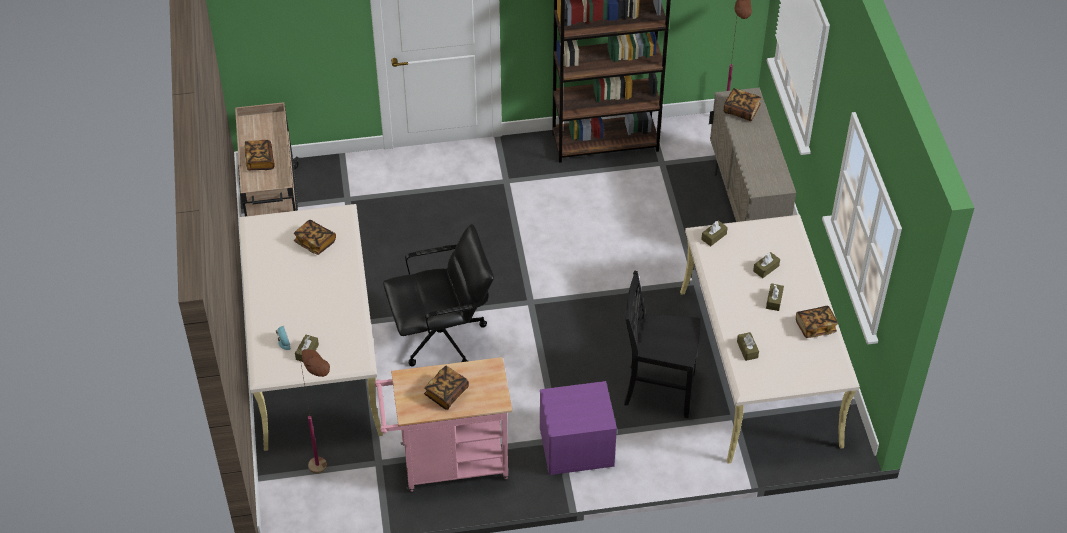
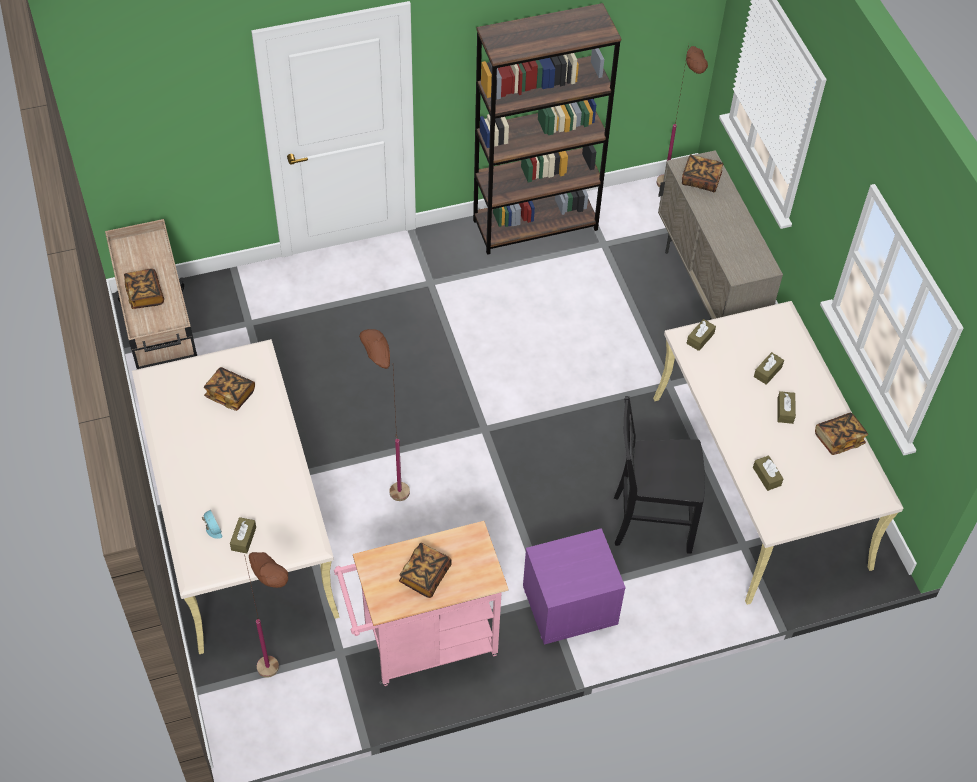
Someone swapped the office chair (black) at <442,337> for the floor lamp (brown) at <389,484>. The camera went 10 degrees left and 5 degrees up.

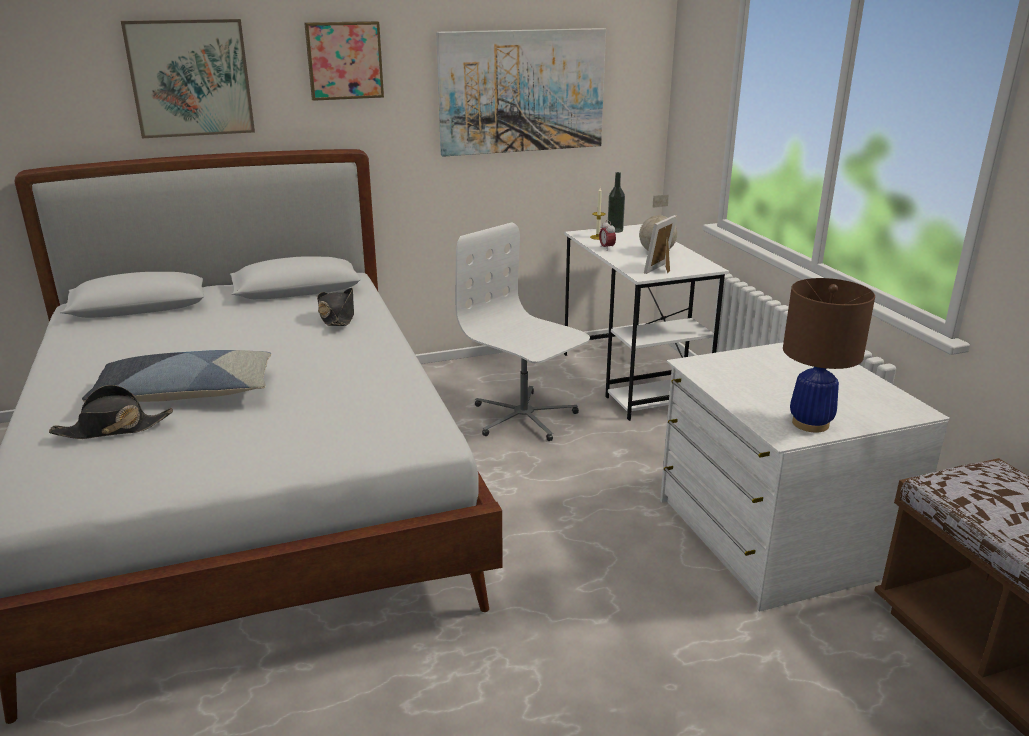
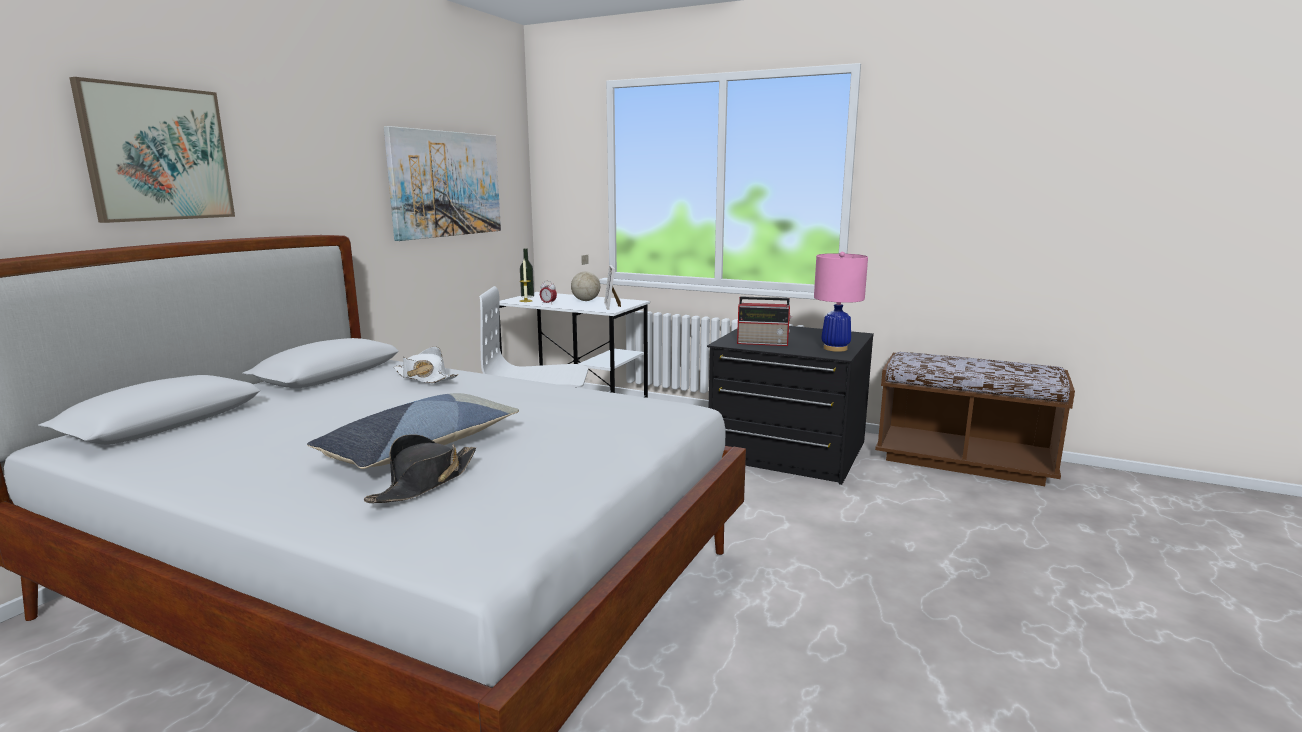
Someone took away the picture at <344,60>. Someone put down the radio at <764,343>. Someone repainted the hat (black) at <337,316>, which became the hat (white) at <424,378>. Someone repainted the dresser (white) at <774,535>, which became the dresser (black) at <787,452>. Someone repainted the table lamp (brown) at <810,423>, which became the table lamp (pink) at <835,348>. The camera went 45 degrees left and 10 degrees down.

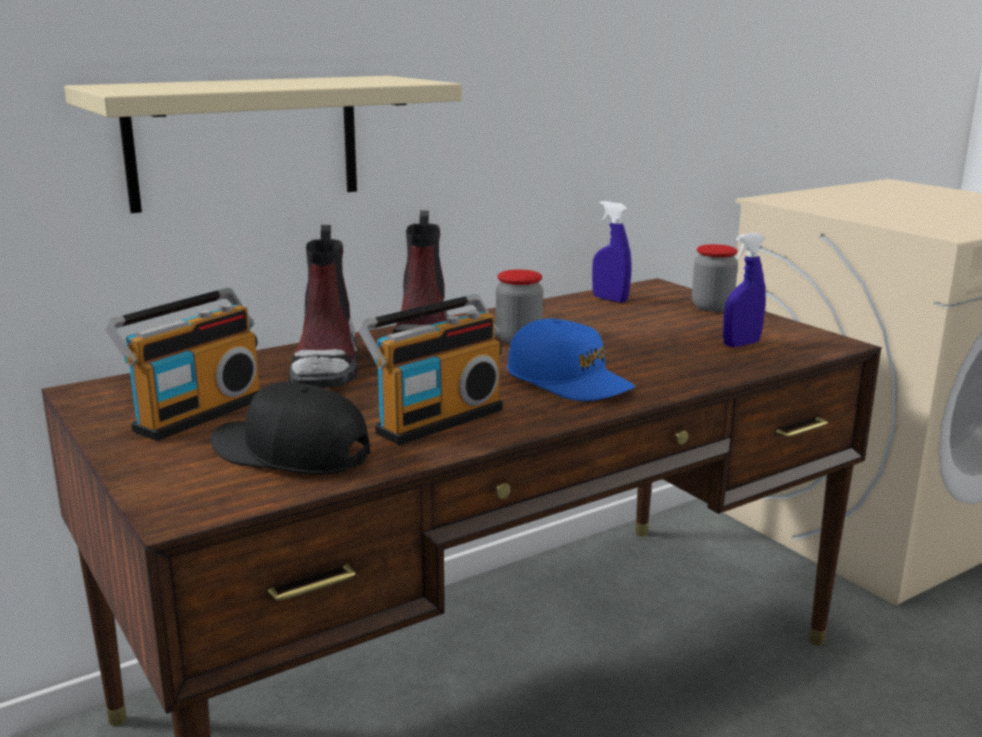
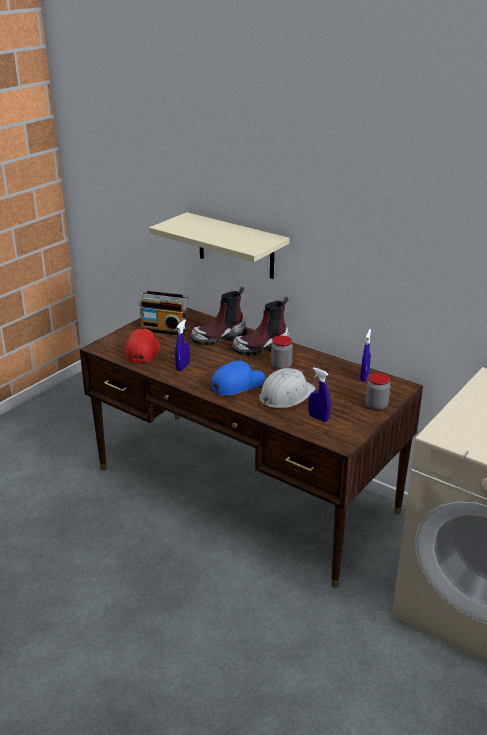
Someone put down the hard hat (white) at <286,395>. Someone swapped the radio at <436,419> for the spray bottle (blue) at <183,367>. Someone repainted the cap (black) at <290,452>, which became the cap (red) at <143,351>. Someone rotated the cap (blue) at <568,381> by 150 degrees counterclockwise. The camera went 70 degrees right and 10 degrees up.

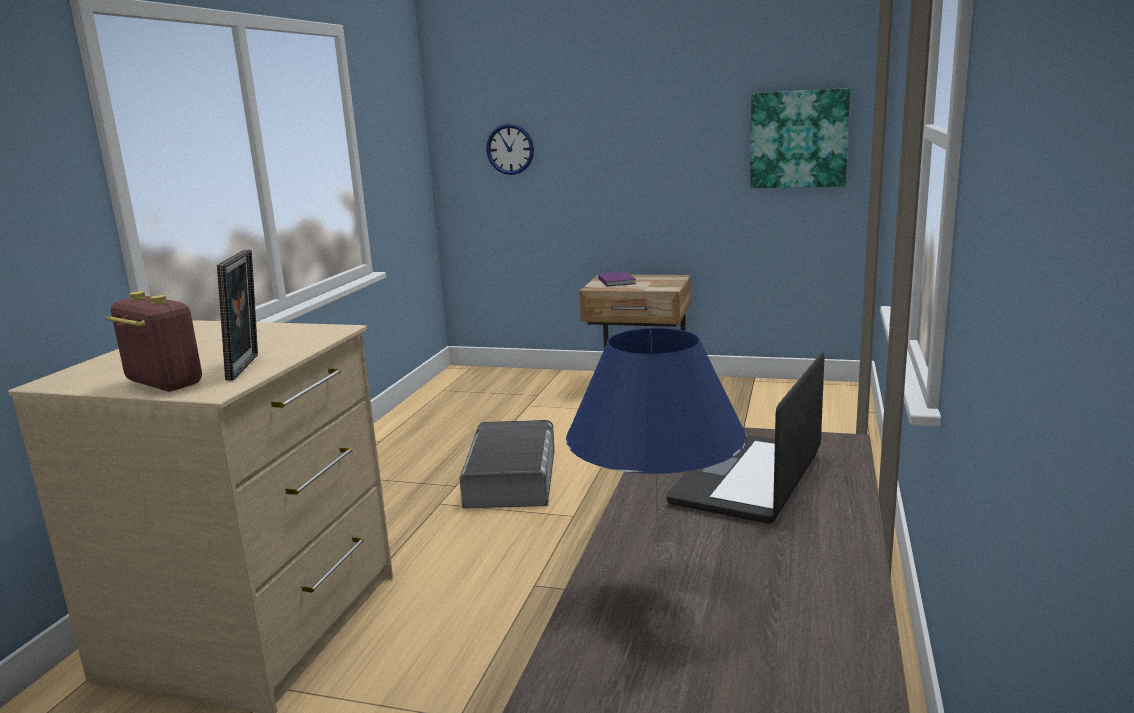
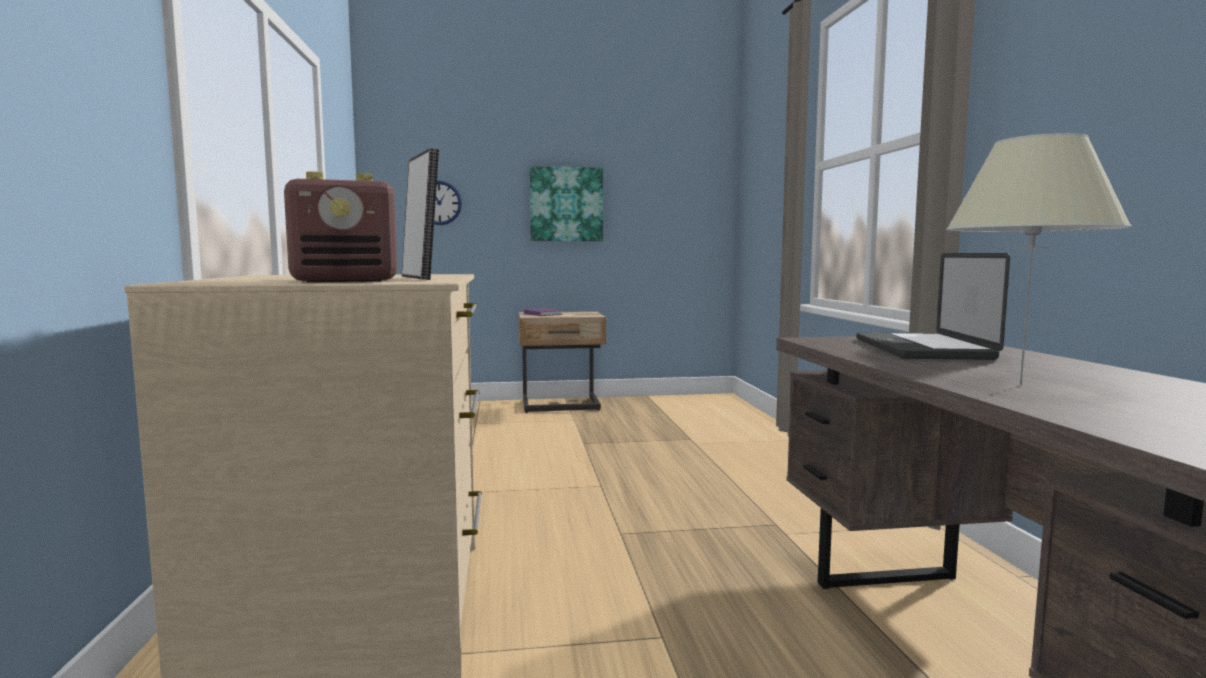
Someone took away the storage box (grey) at <512,477>. Someone carried the picture from <798,139> to <566,204>. Someone repainted the table lamp (blue) at <657,595>, which became the table lamp (beige) at <1020,385>. Someone rotated the radio at <163,383> by 150 degrees clockwise. The camera went 25 degrees left and 10 degrees down.

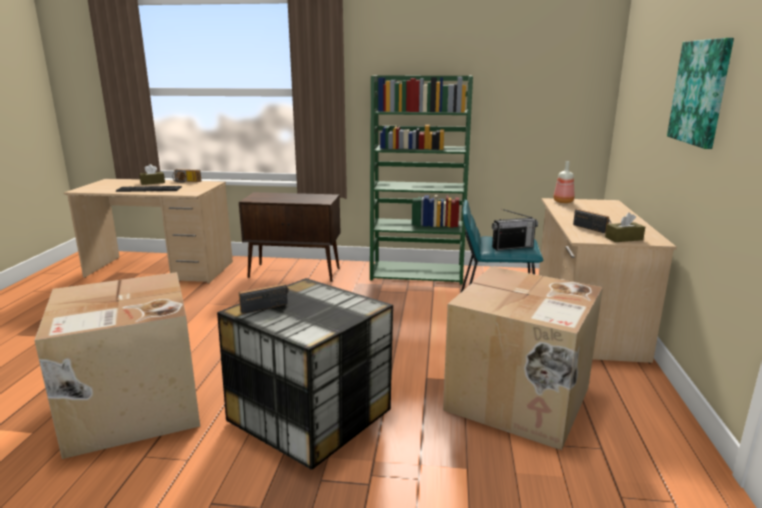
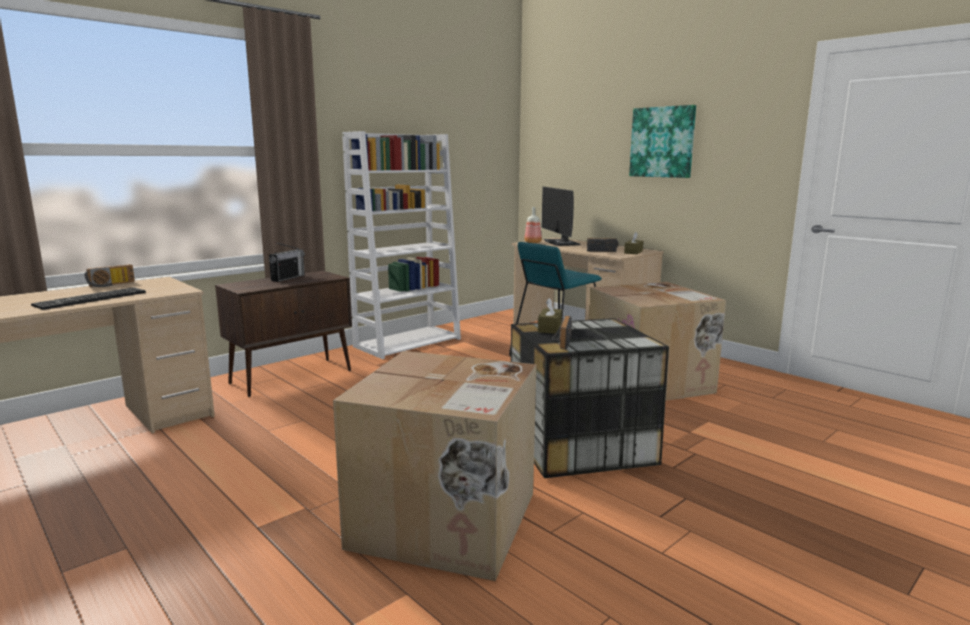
Someone put down the monitor at <562,243>. Someone carried the tissue box (brown) from <152,182> to <549,328>. Someone carried the radio from <512,247> to <288,278>. Someone repainted the bookcase (green) at <418,273>, which became the bookcase (white) at <408,342>. The camera went 50 degrees left and 5 degrees down.

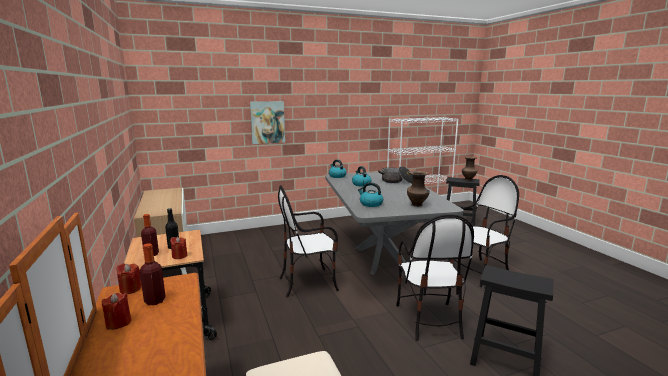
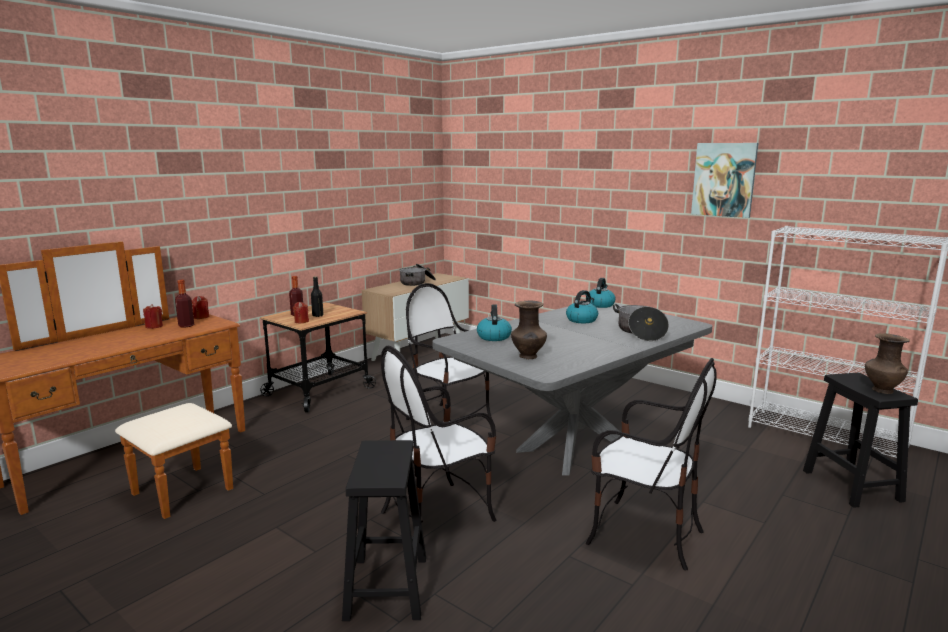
Someone put down the cooking pot at <417,282>. Someone carried the picture from <267,122> to <724,179>. The camera went 60 degrees right and 0 degrees up.

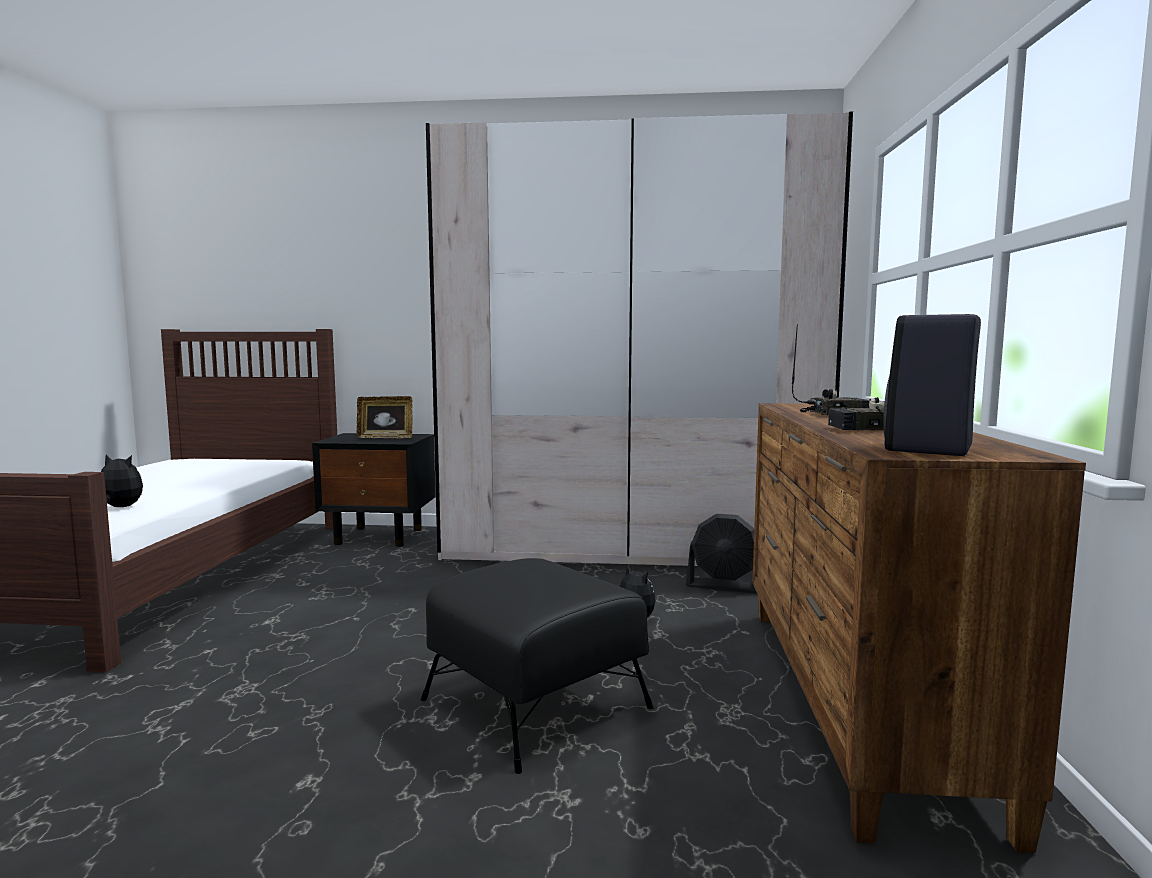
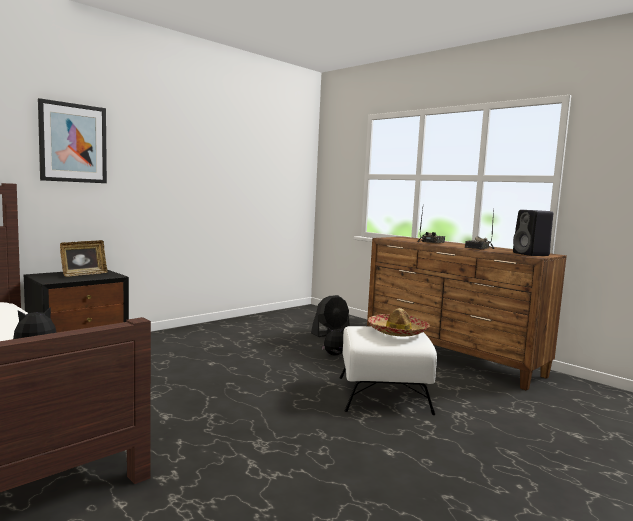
Someone took away the wardrobe (beige) at <630,547>. Someone put up the picture at <73,143>. Someone put down the hat at <397,331>. Someone repainted the ottoman (black) at <535,702>, which became the ottoman (white) at <382,394>. The camera went 50 degrees left and 0 degrees up.

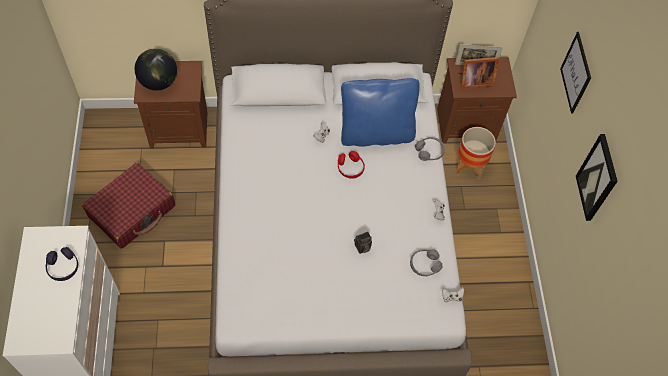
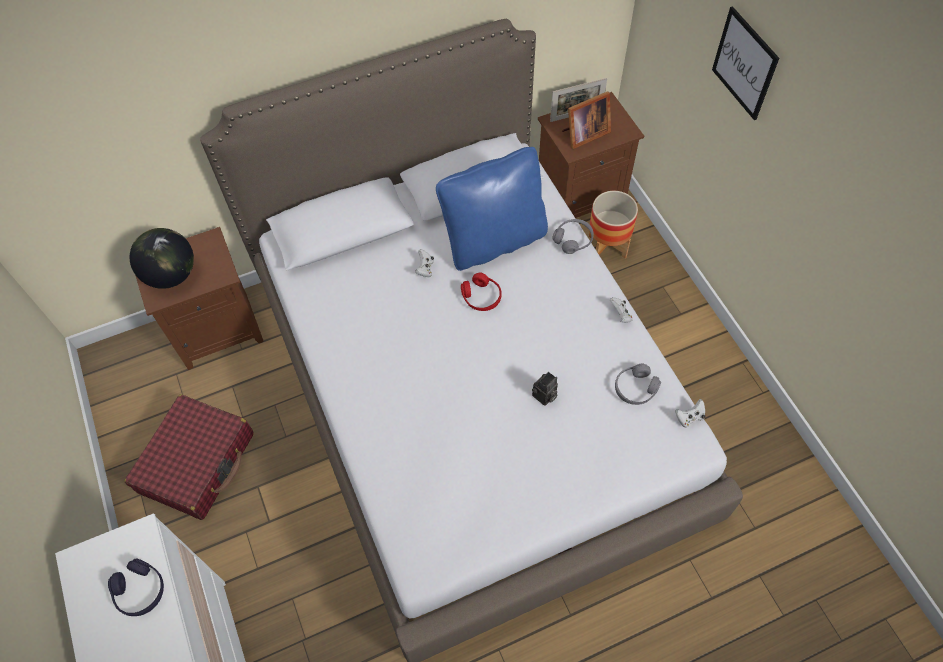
Someone took away the picture at <597,178>. The camera went 15 degrees left and 0 degrees up.

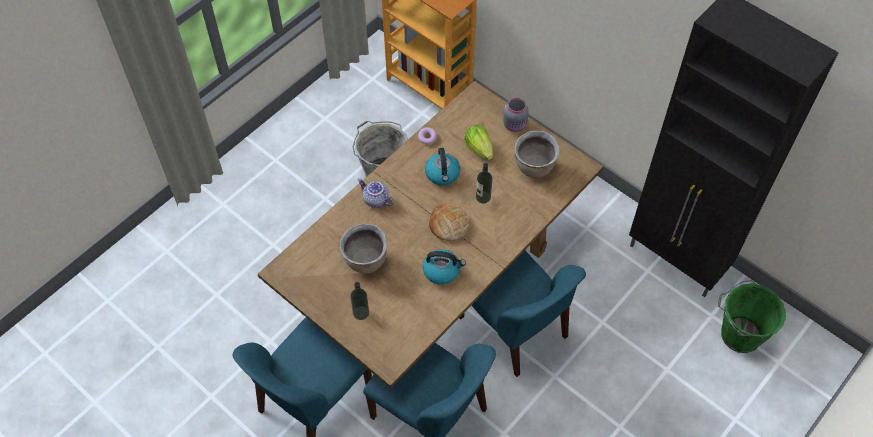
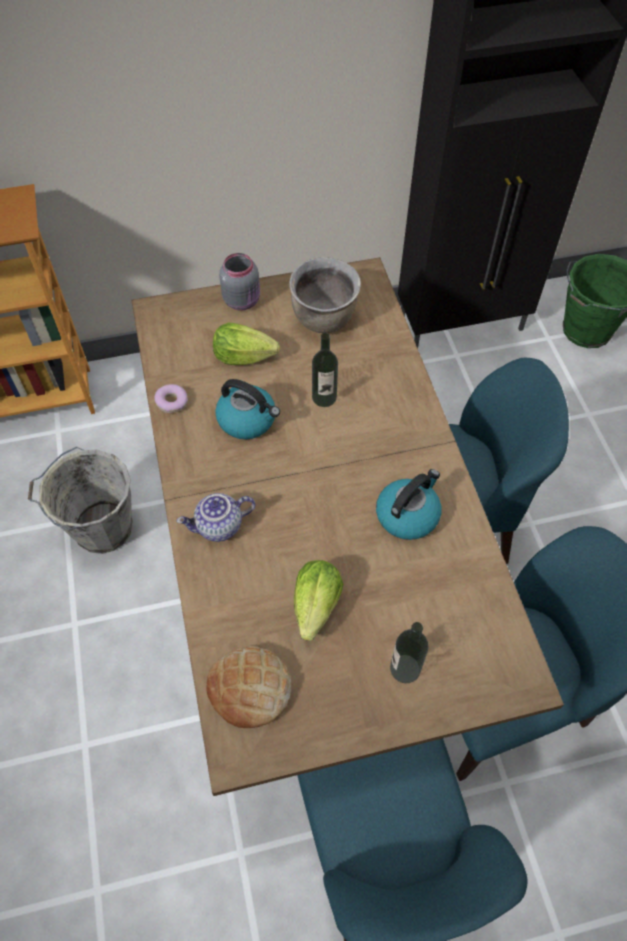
Someone carried the bread from <448,224> to <250,688>. Someone swapped the cooking pot (brown) at <365,261> for the lettuce at <316,605>. The camera went 55 degrees left and 0 degrees up.

